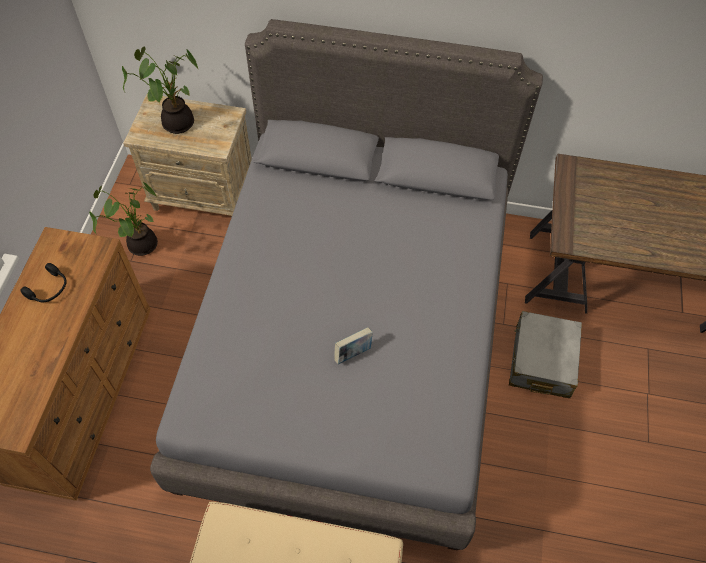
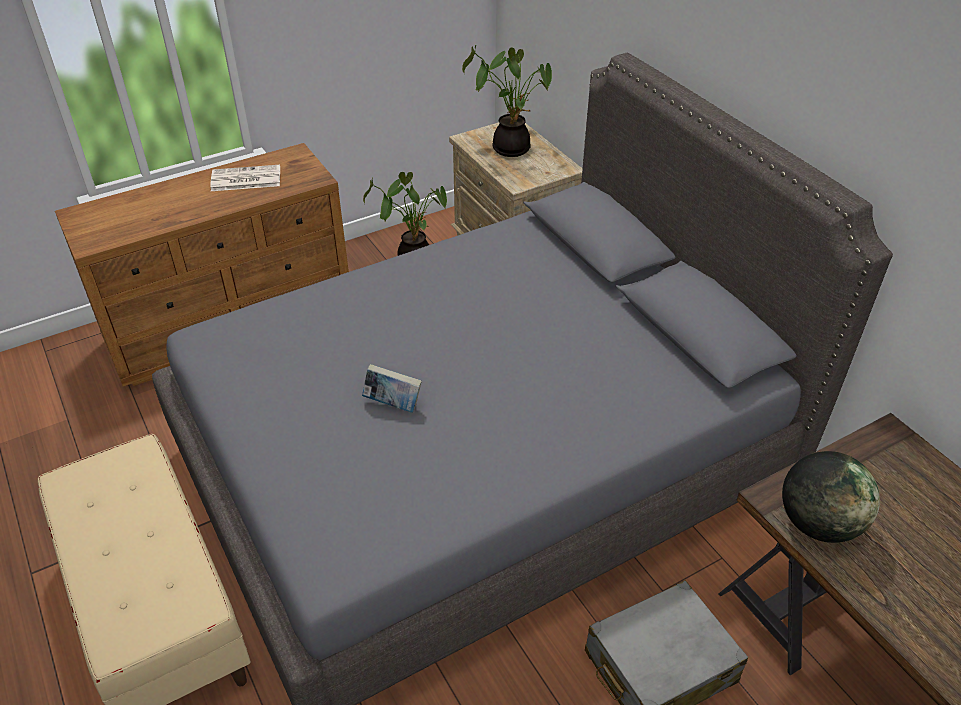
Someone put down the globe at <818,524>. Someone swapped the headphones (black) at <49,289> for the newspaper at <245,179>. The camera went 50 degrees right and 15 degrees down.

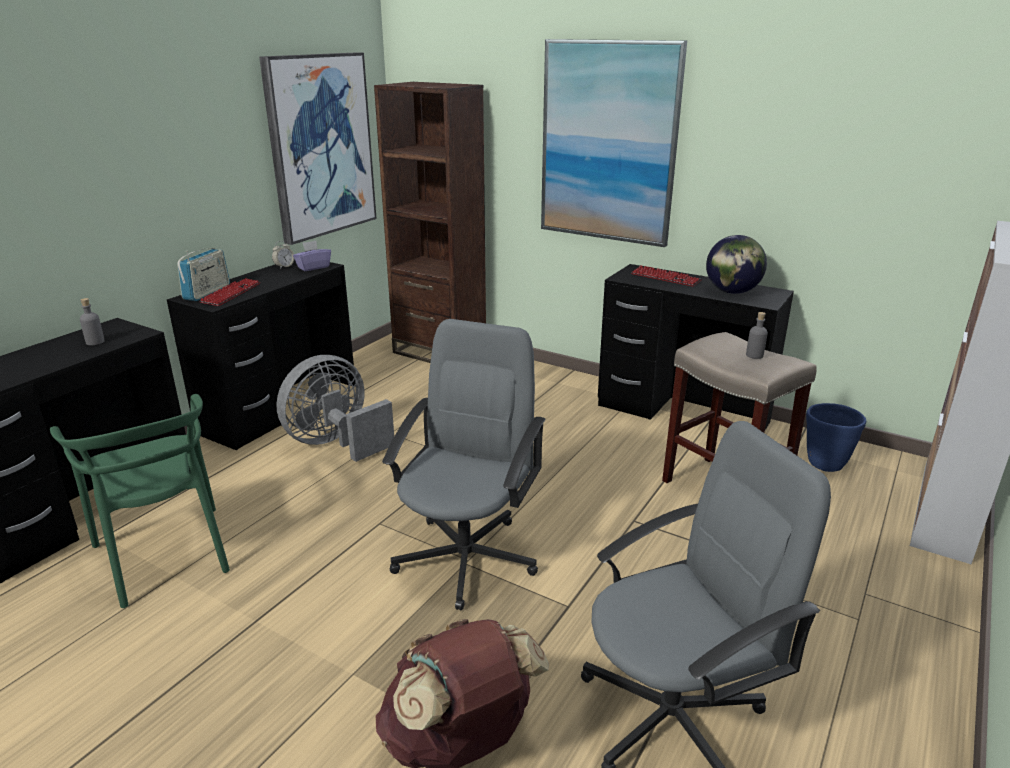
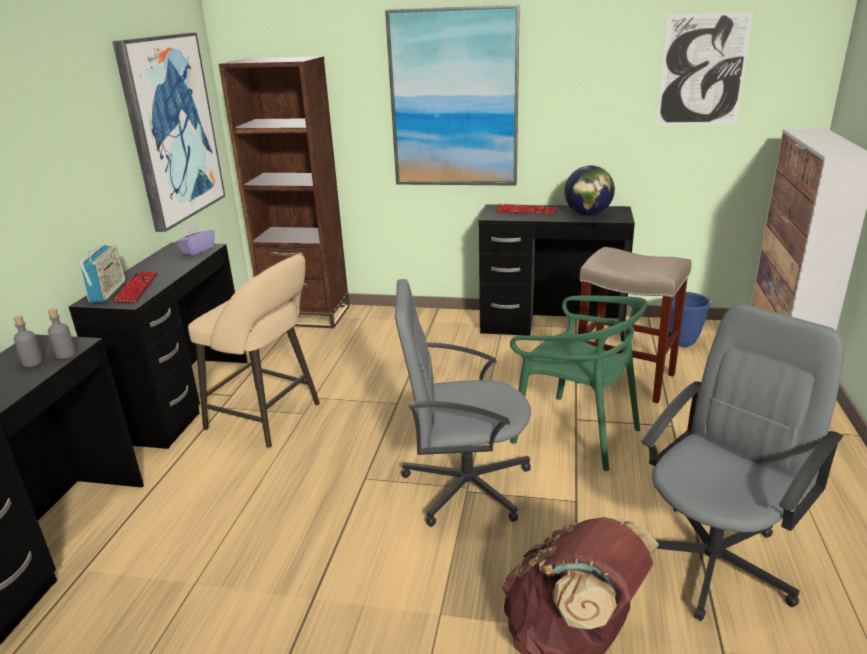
Someone took away the alarm clock at <284,266>. Someone put up the picture at <702,70>. Someone carried the chair (green) from <165,555> to <575,433>. Someone carried the bottle (grey) from <754,355> to <66,354>. Someone swapped the fan (grey) at <336,443> for the stool (beige) at <268,418>. Someone rotated the office chair (grey) at <467,557> by 90 degrees counterclockwise. The camera went 20 degrees left and 0 degrees up.

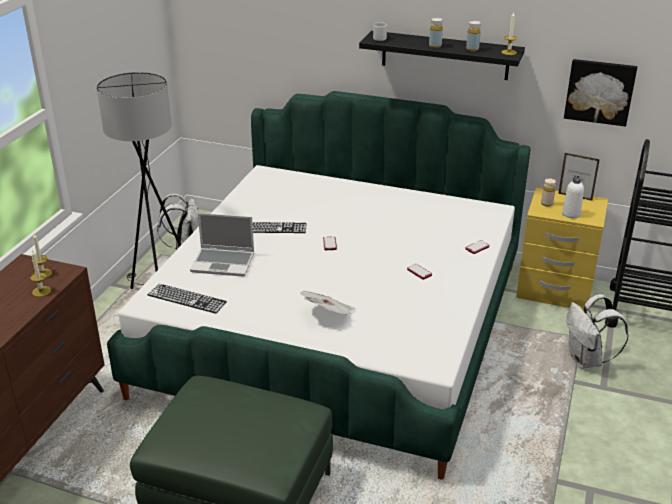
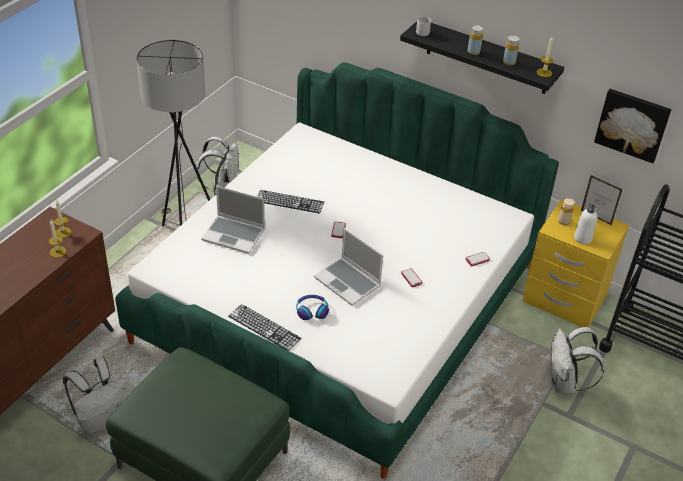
Someone put down the backpack (white) at <100,419>. Someone put down the laptop at <348,282>. Someone carried the keyboard from <187,298> to <264,327>. Someone swapped the newspaper at <329,315> for the headphones at <312,310>. The camera went 10 degrees right and 10 degrees up.

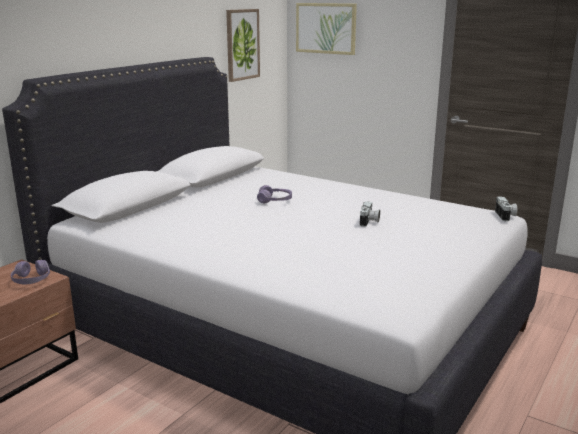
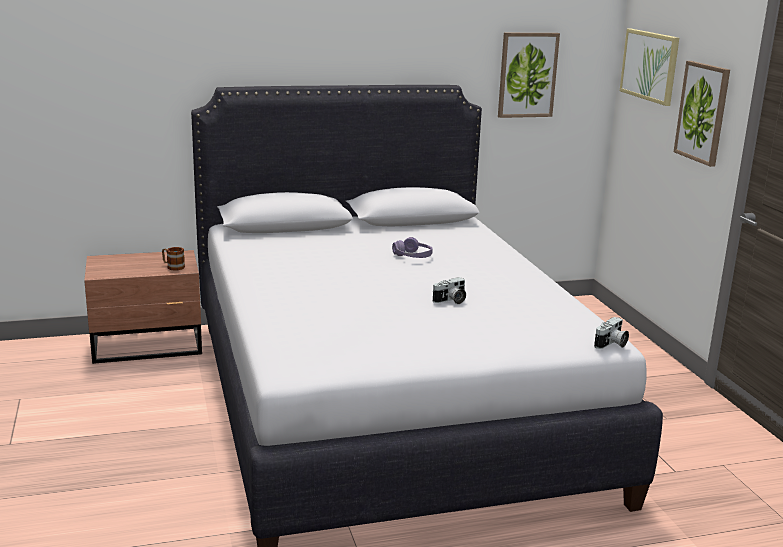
Someone put up the picture at <703,112>. Someone swapped the headphones (purple) at <31,280> for the mug at <173,267>. The camera went 40 degrees right and 0 degrees up.

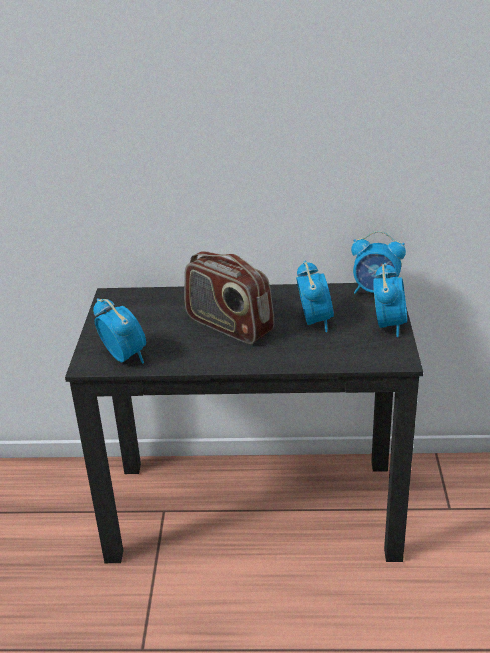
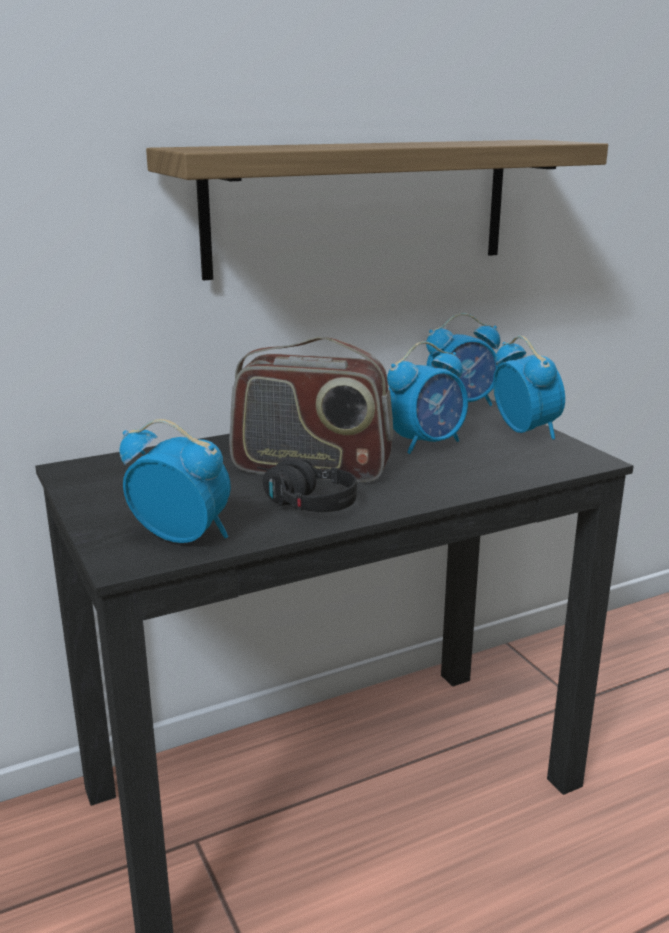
Someone put up the shelf at <360,206>. Someone put down the headphones (black) at <299,503>. Someone rotated the alarm clock at <314,321> by 90 degrees clockwise. The camera went 30 degrees left and 10 degrees down.

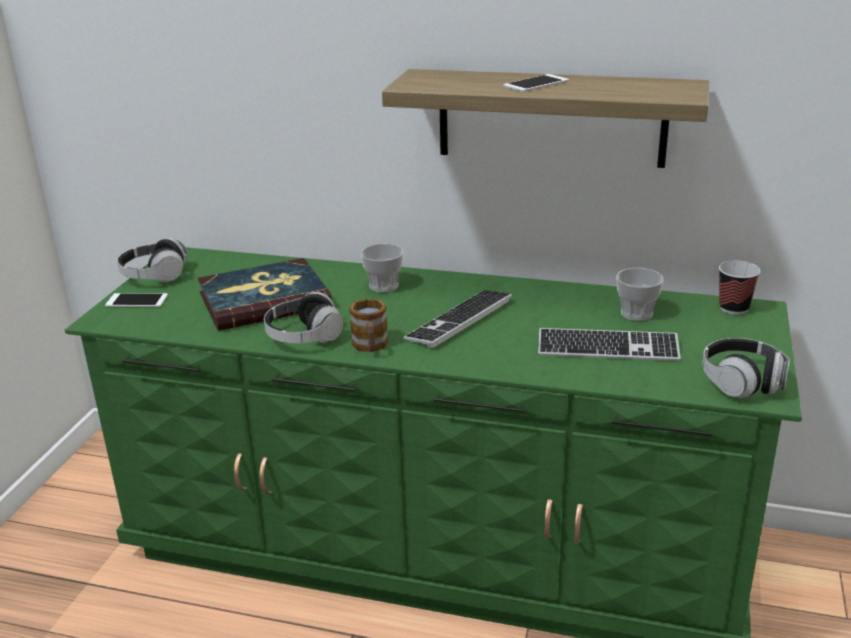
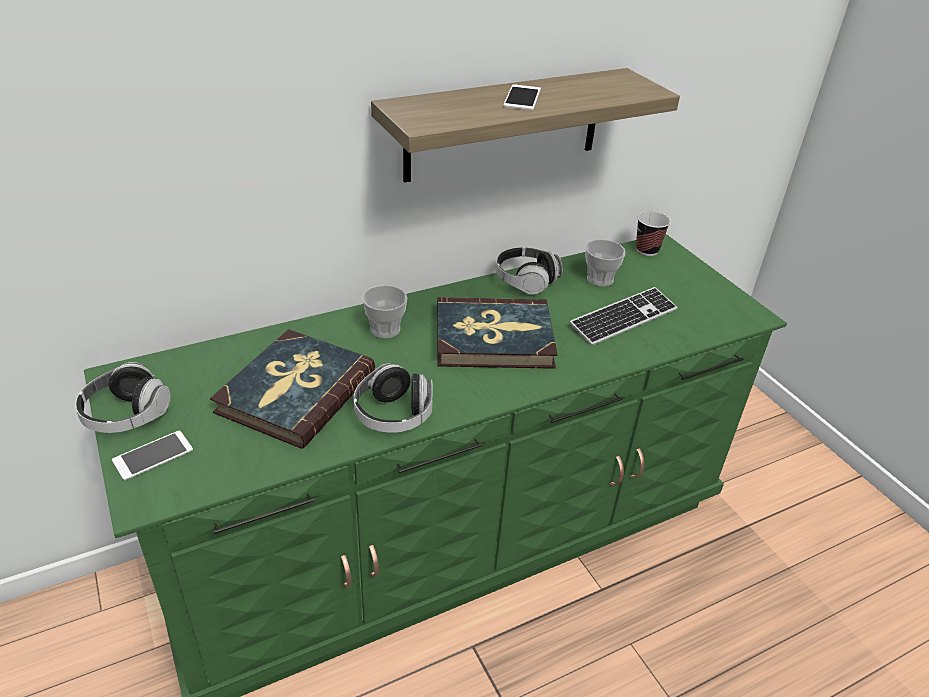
Someone took away the mug at <370,347>. Someone carried the headphones from <742,382> to <526,281>. Someone swapped the keyboard at <459,320> for the book at <493,338>. The camera went 45 degrees left and 10 degrees up.

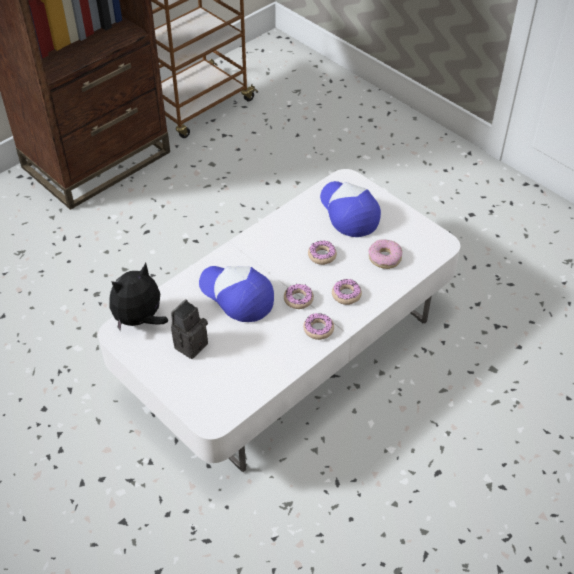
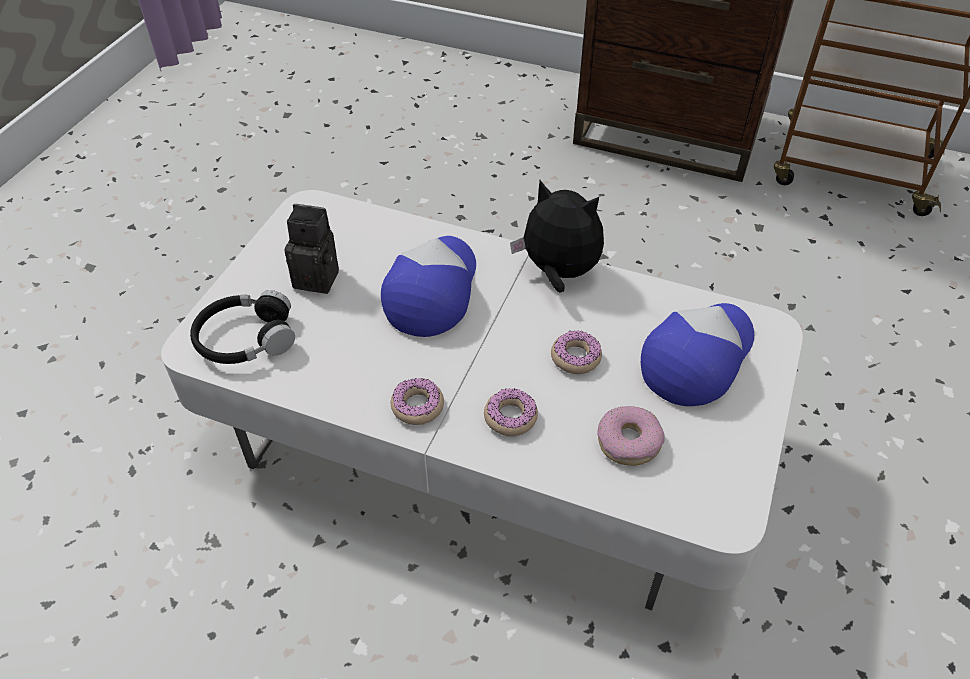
Someone took away the donut at <298,299>. Someone put down the headphones (black) at <245,339>. Someone carried the plush toy from <140,320> to <558,273>. The camera went 65 degrees right and 0 degrees up.

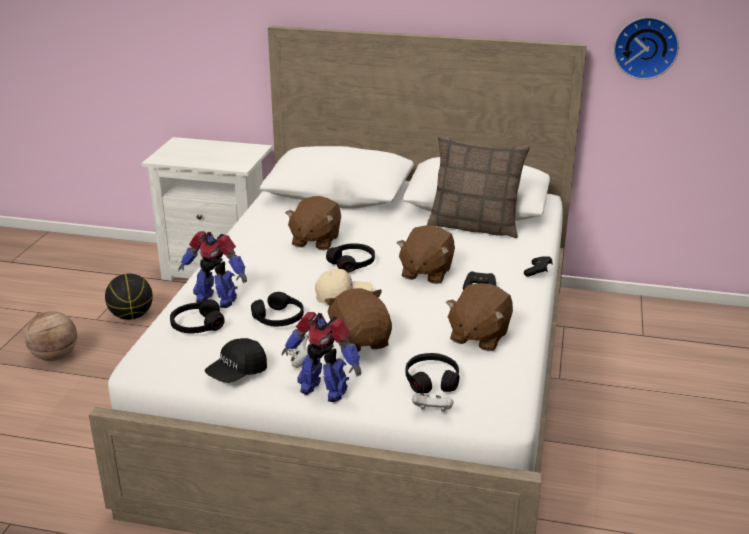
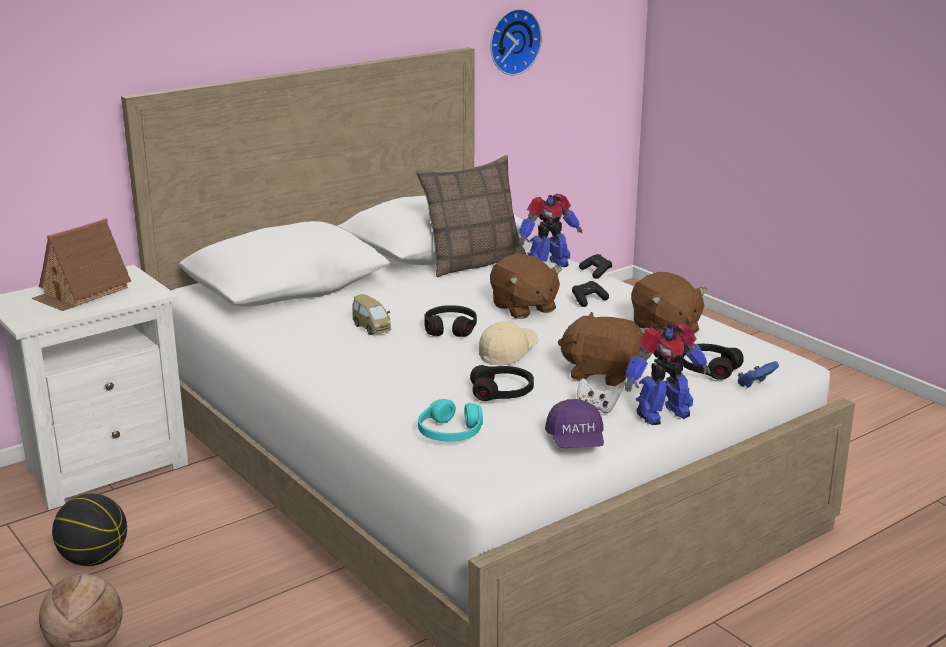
Someone put down the toy house at <82,293>. Someone carried the toy robot from <216,299> to <547,265>. Someone swapped the plush toy (brown) at <315,240> for the toy car at <372,327>. Someone repainted the headphones (black) at <197,325>, which became the headphones (turquoise) at <450,433>. Someone repainted the cap (black) at <237,373>, which became the cap (purple) at <576,441>. Someone repainted the game controller (white) at <432,411>, which became the game controller (blue) at <755,385>. The camera went 50 degrees left and 5 degrees down.

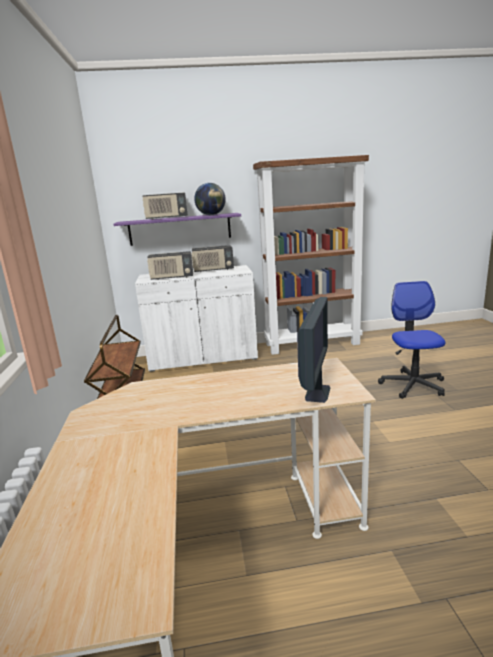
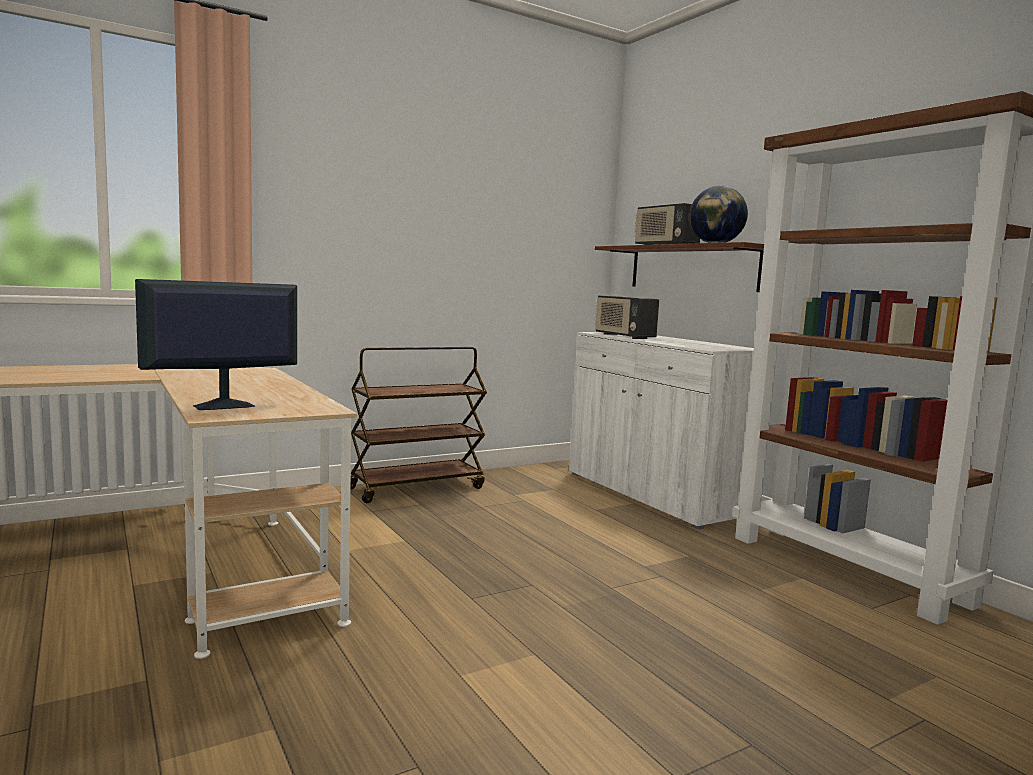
Someone took away the radio at <213,270>. Someone took away the office chair at <413,385>. Someone repainted the shelf (purple) at <180,229>, which became the shelf (brown) at <692,268>. Someone rotated the monitor at <317,392> by 150 degrees clockwise. The camera went 65 degrees right and 10 degrees down.

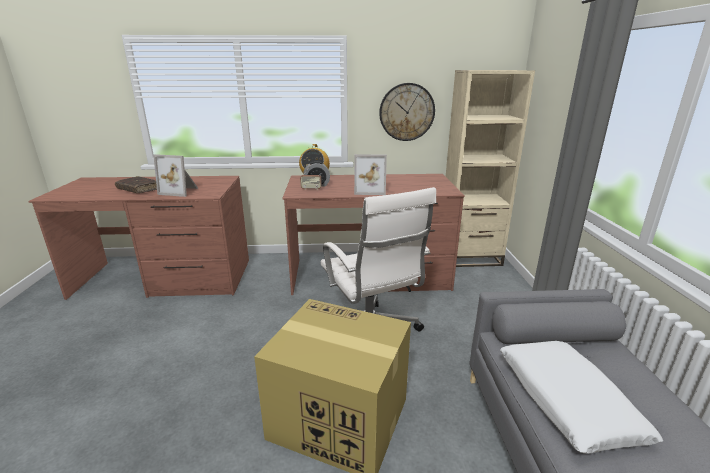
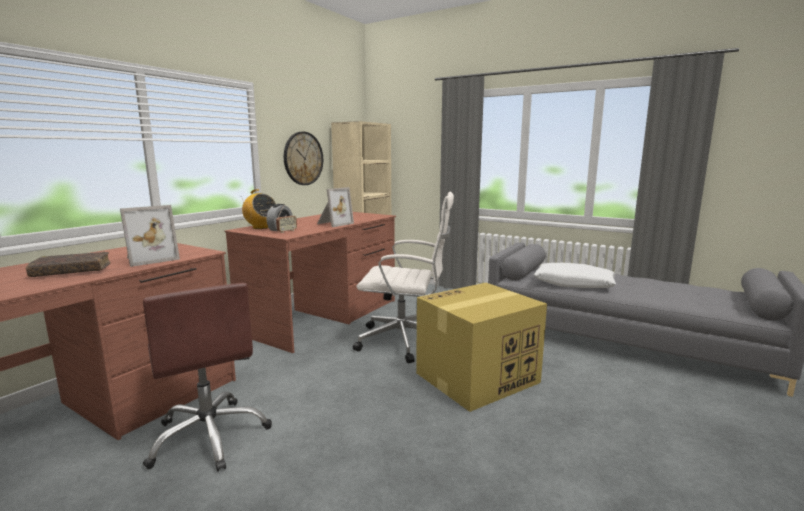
Someone put down the office chair (brown) at <210,436>. The camera went 55 degrees left and 10 degrees down.

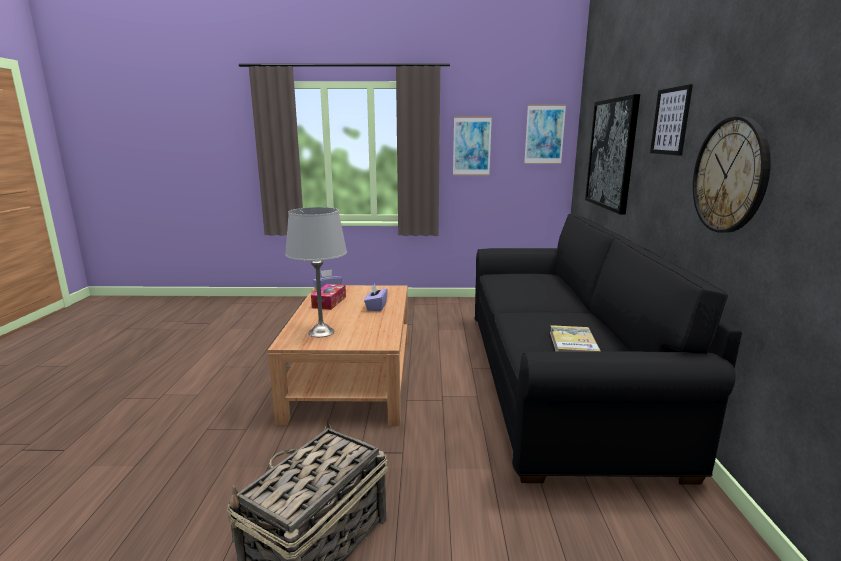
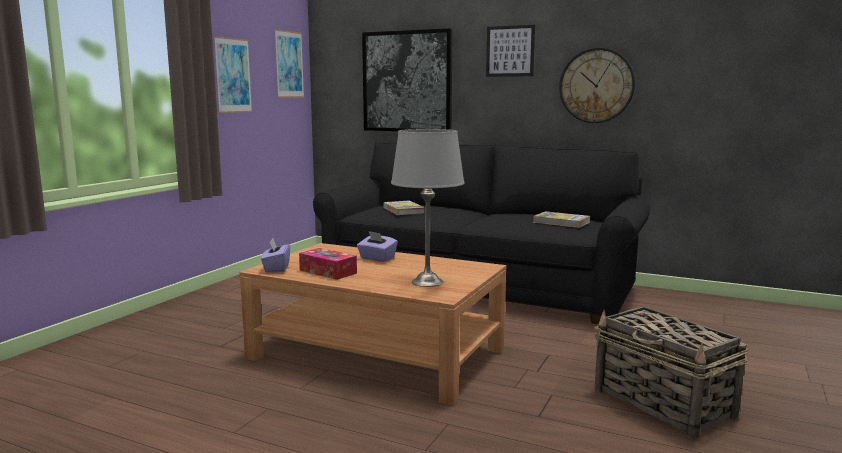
Someone put down the book at <403,210>. The camera went 65 degrees left and 5 degrees down.

